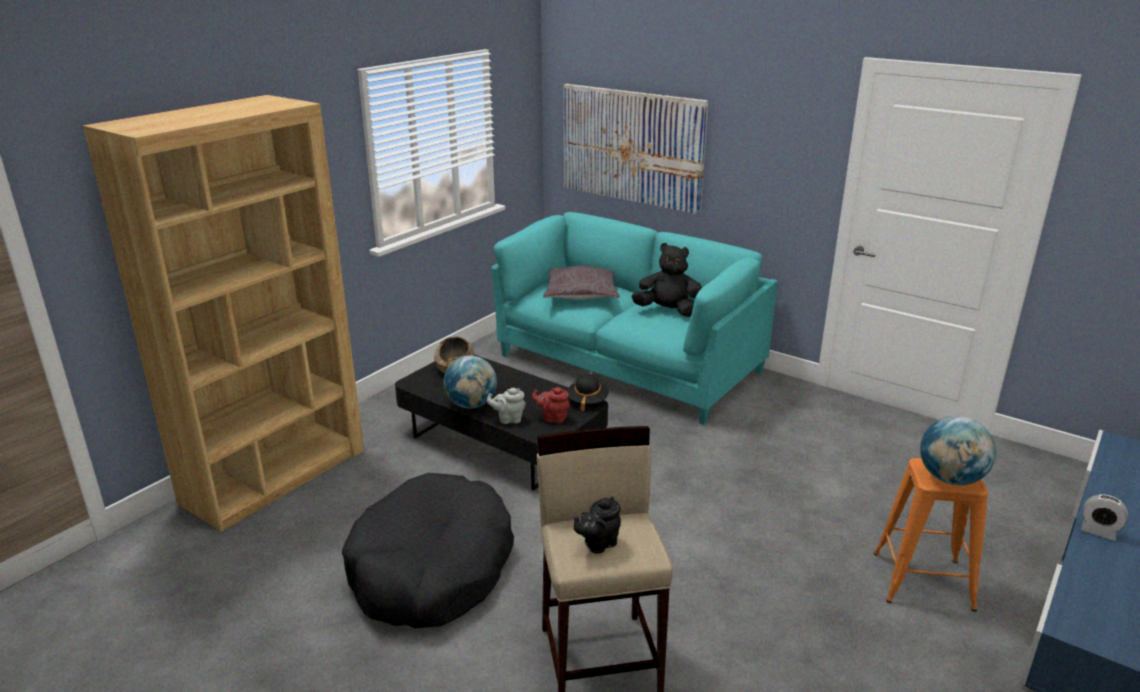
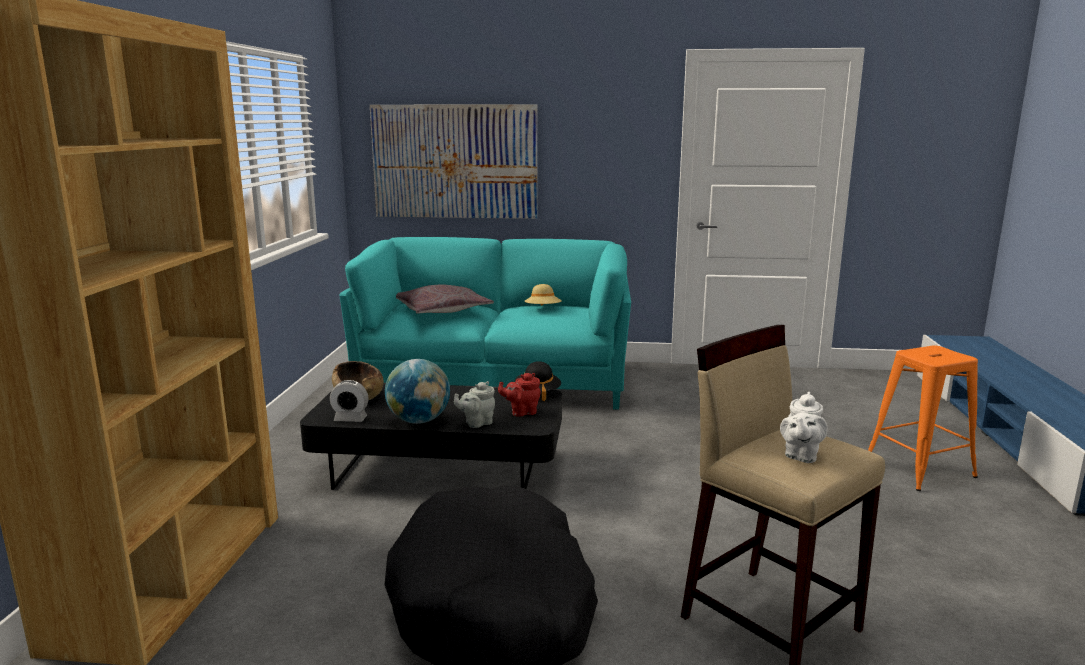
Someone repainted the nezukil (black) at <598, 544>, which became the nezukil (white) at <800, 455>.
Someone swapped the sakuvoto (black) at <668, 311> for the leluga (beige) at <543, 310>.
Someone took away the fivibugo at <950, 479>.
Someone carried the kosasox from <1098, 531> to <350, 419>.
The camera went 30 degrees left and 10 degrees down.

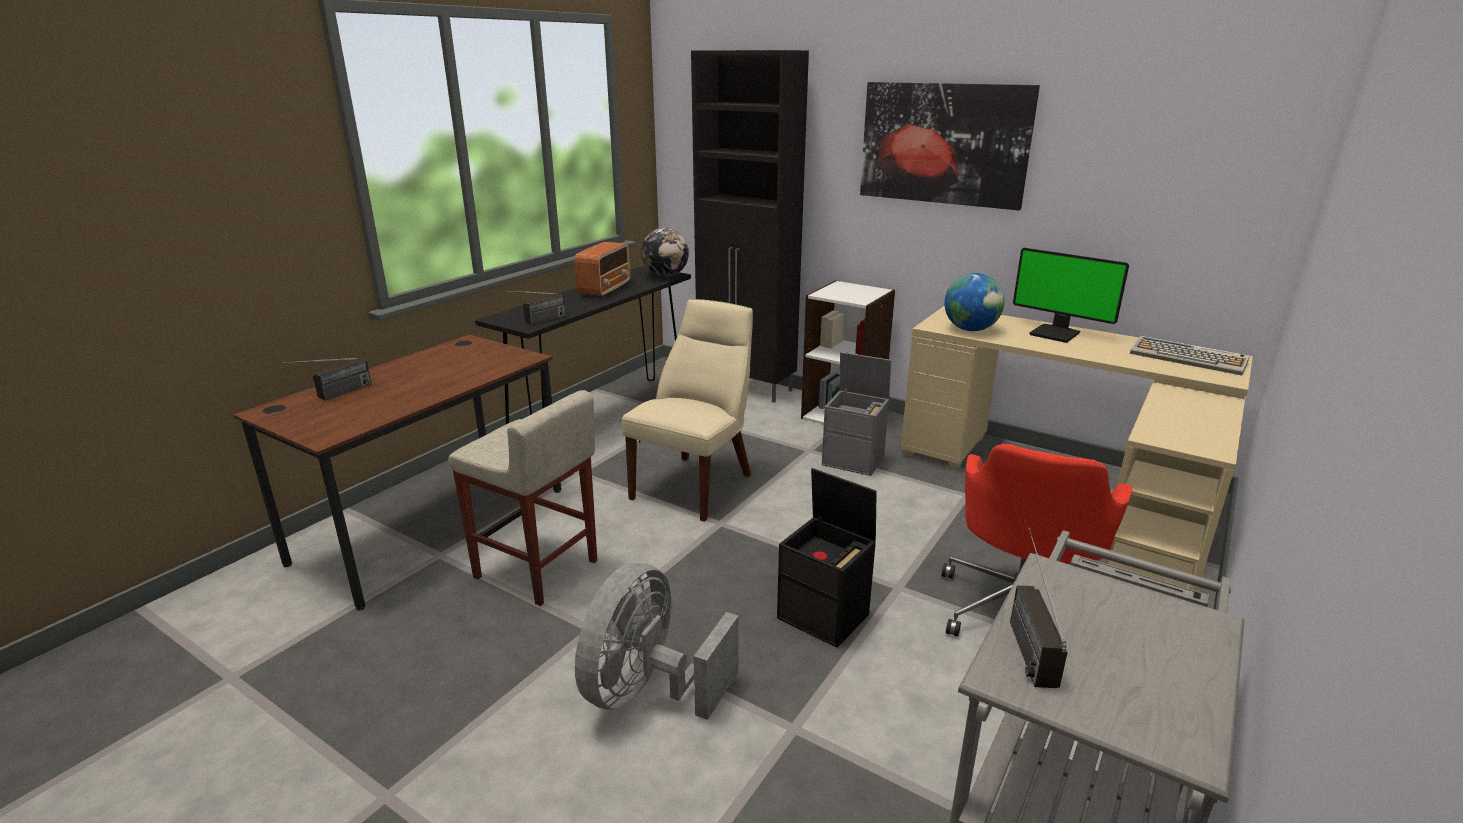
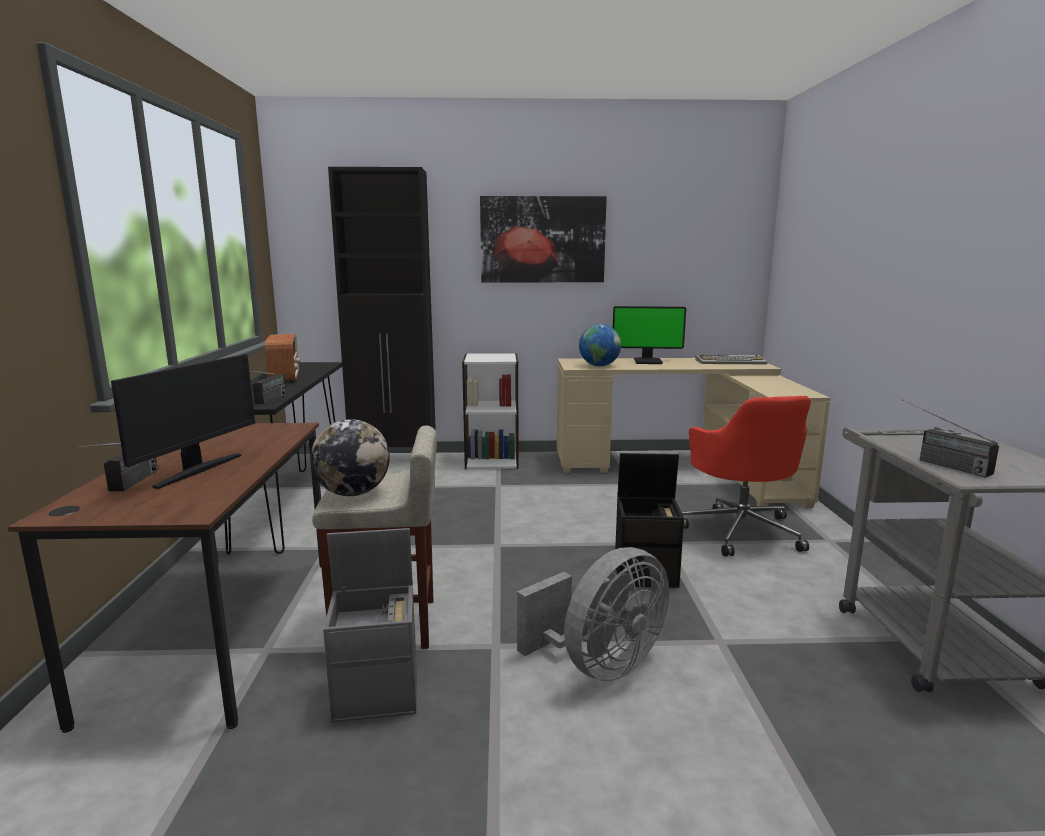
Someone rotated the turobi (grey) at <648, 692> by 120 degrees counterclockwise.
Someone took away the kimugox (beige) at <696, 484>.
Someone carried the fivibugo from <665, 276> to <353, 493>.
Someone carried the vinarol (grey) from <854, 461> to <378, 693>.
Someone put down the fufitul at <197, 470>.
The camera went 35 degrees left and 10 degrees down.

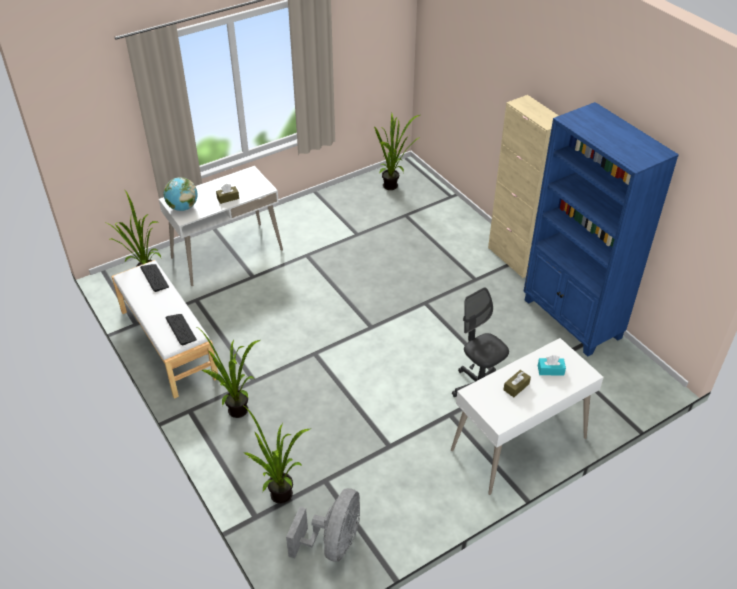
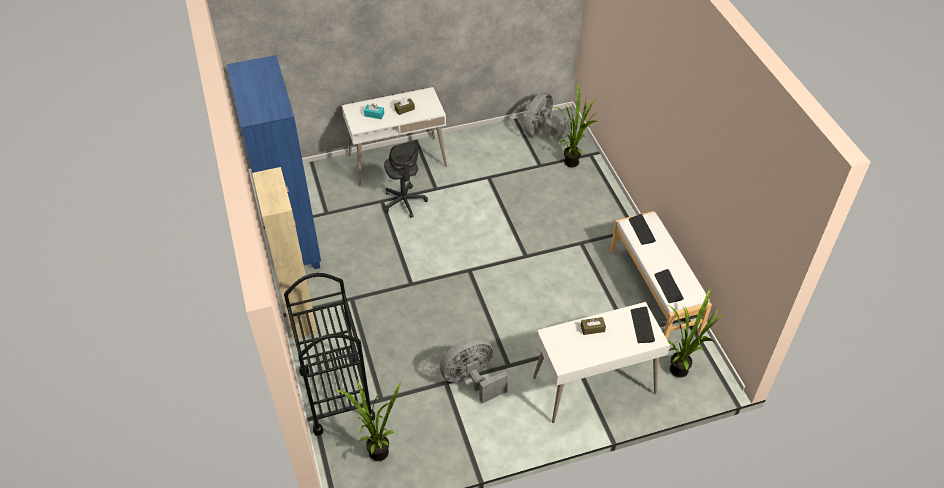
Someone swapped the fivibugo at <182, 207> for the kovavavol at <642, 325>.
Someone took away the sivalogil at <237, 415>.
Someone put down the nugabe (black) at <336, 394>.
Someone put down the turobi (grey) at <472, 380>.
The camera went 165 degrees left and 5 degrees up.

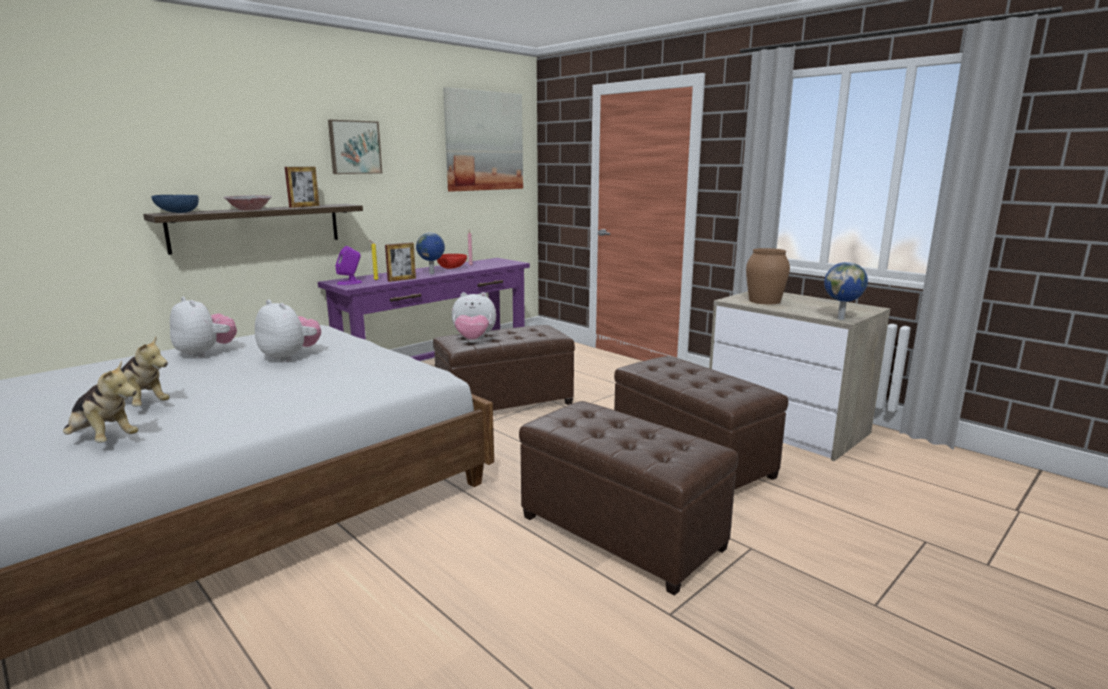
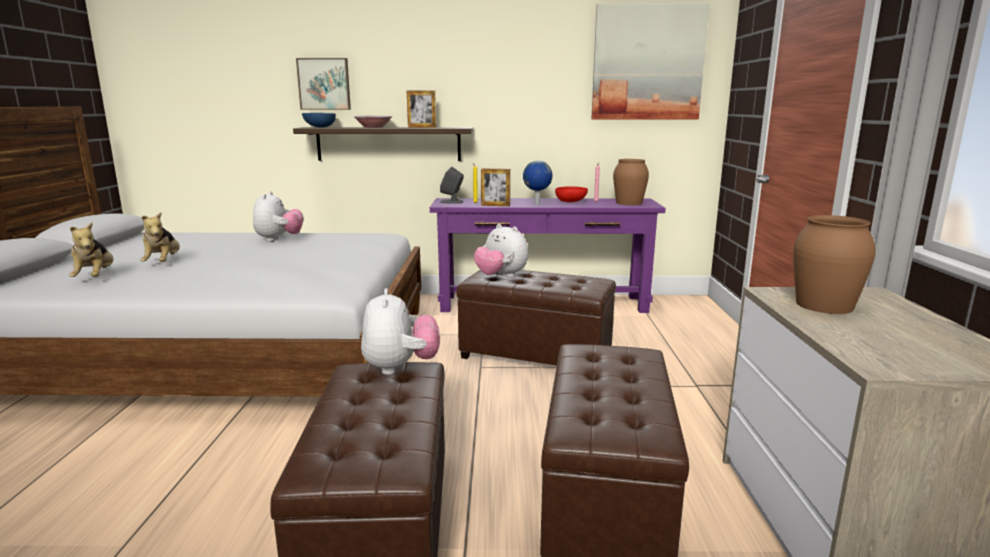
Someone carried the sakuvoto from <290, 357> to <400, 367>.
Someone carried the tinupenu from <354, 147> to <324, 84>.
Someone repainted the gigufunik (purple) at <350, 282>, which became the gigufunik (grey) at <452, 202>.
Someone took away the fivibugo at <841, 319>.
Someone put down the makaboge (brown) at <629, 203>.
The camera went 45 degrees right and 0 degrees up.

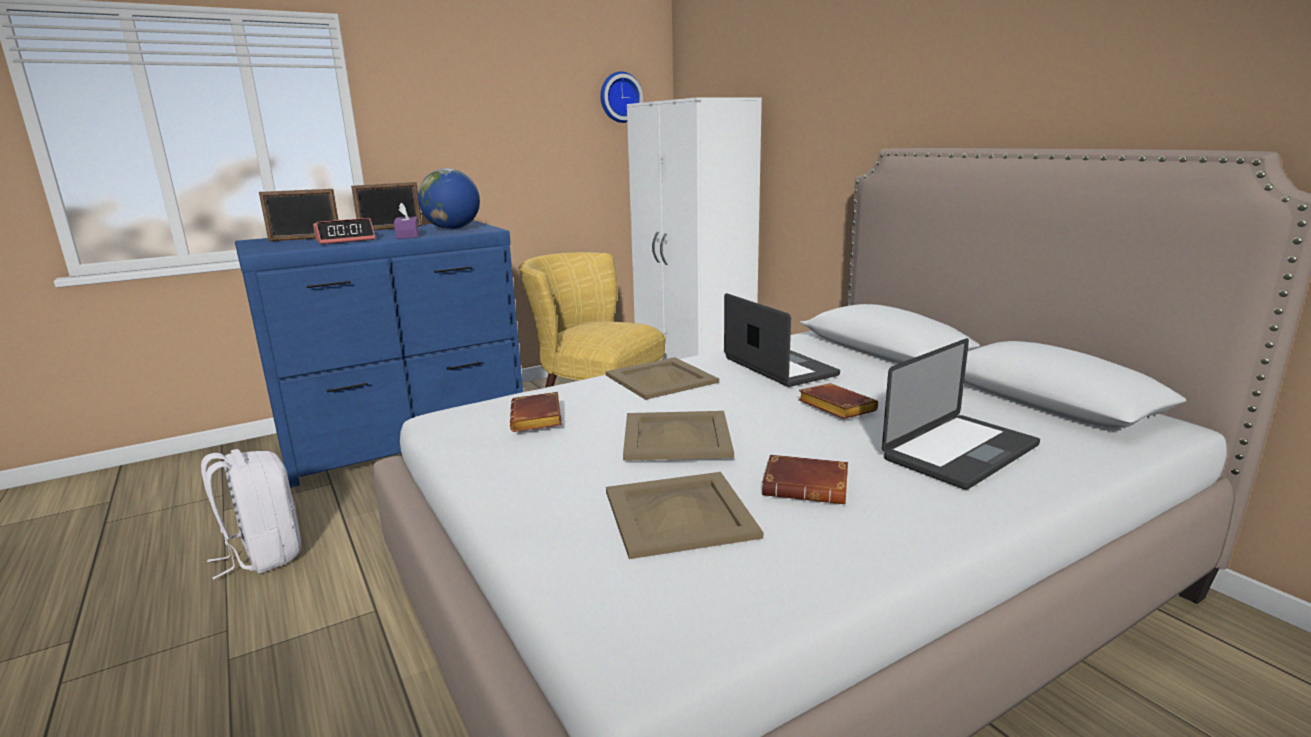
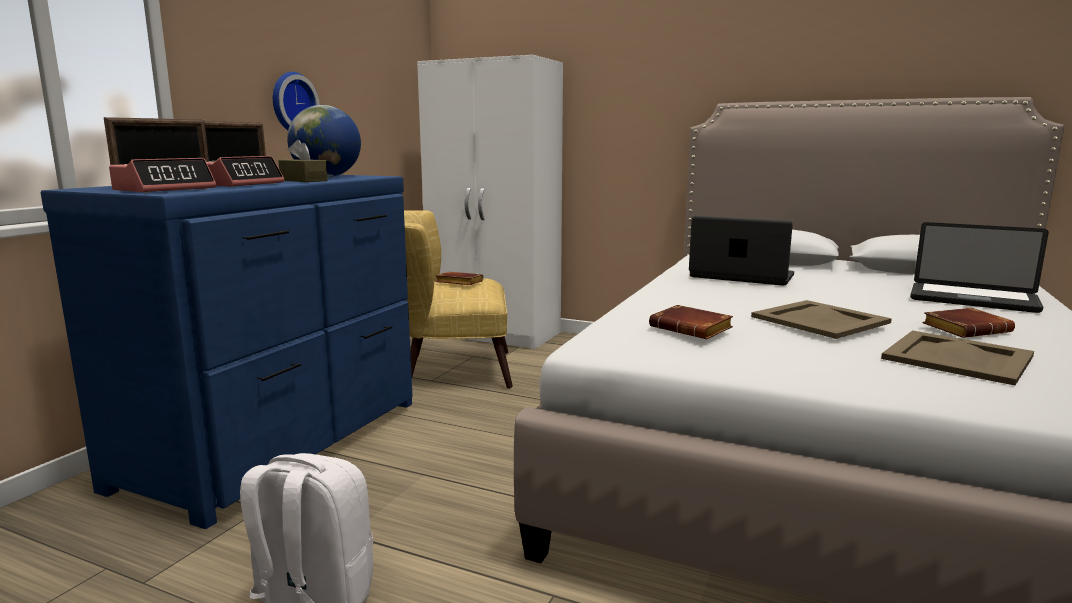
Someone repainted the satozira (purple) at <407, 235>, which became the satozira (brown) at <303, 180>.
Someone carried the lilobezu from <619, 97> to <291, 103>.
Someone took away the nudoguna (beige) at <661, 378>.
Someone carried the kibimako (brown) from <834, 407> to <458, 283>.
Someone rotated the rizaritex at <960, 452> by 105 degrees clockwise.
Someone put down the kosasox at <165, 189>.
The camera went 35 degrees left and 5 degrees down.

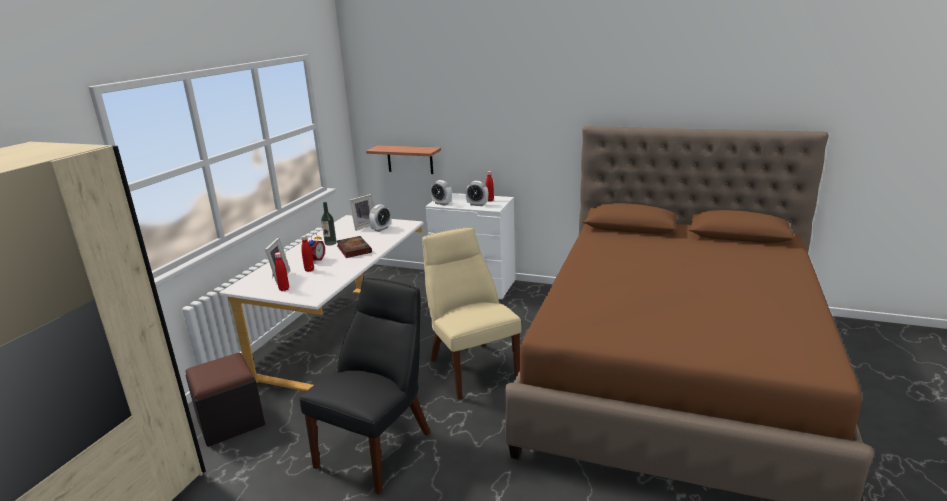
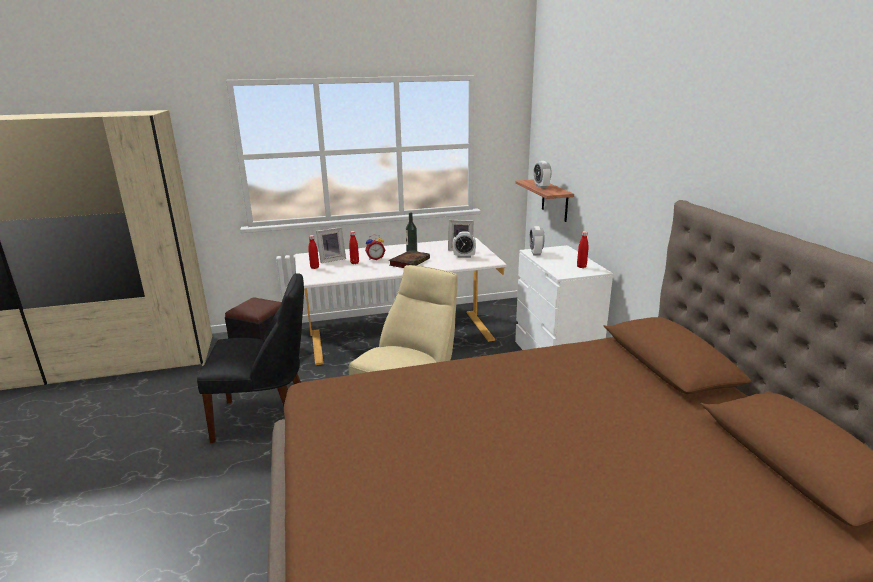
Someone carried the kosasox from <477, 204> to <541, 187>.
The camera went 55 degrees right and 0 degrees up.

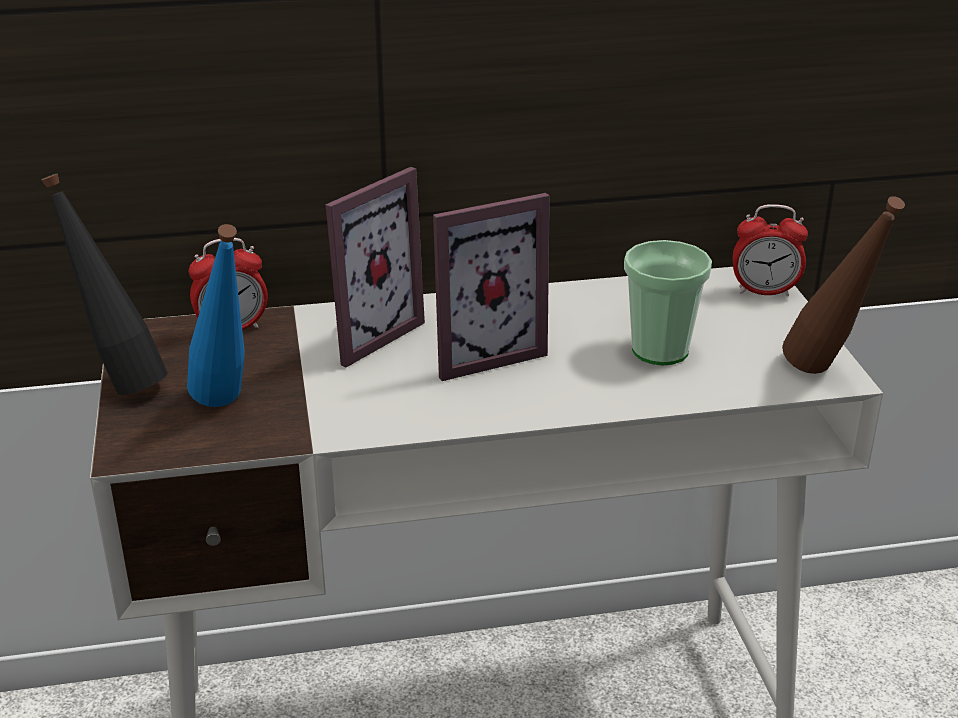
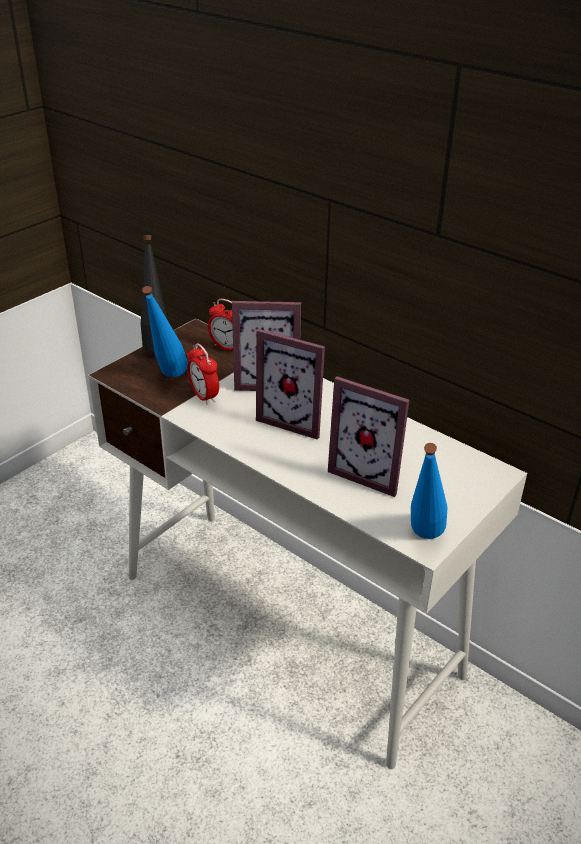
Someone swapped the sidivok at <660, 350> for the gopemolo at <370, 472>.
Someone carried the kosasox from <764, 291> to <204, 396>.
Someone repainted the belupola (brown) at <826, 376>, which became the belupola (blue) at <422, 541>.
The camera went 50 degrees right and 5 degrees up.

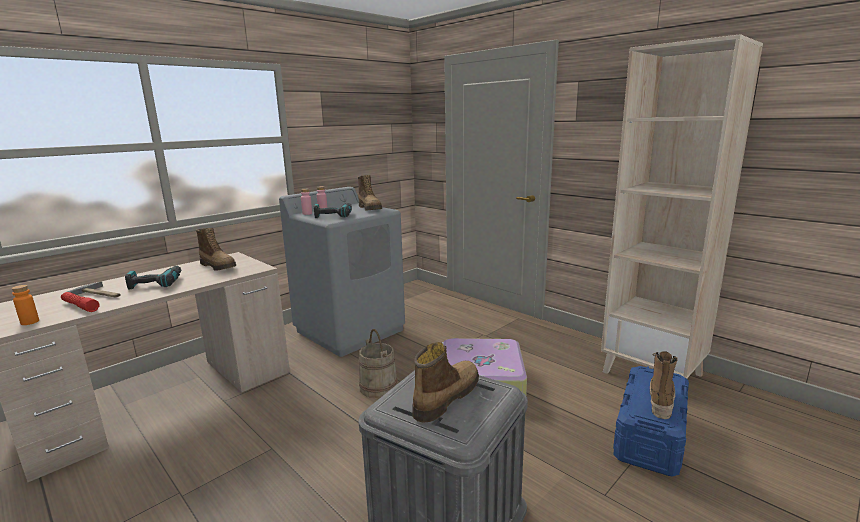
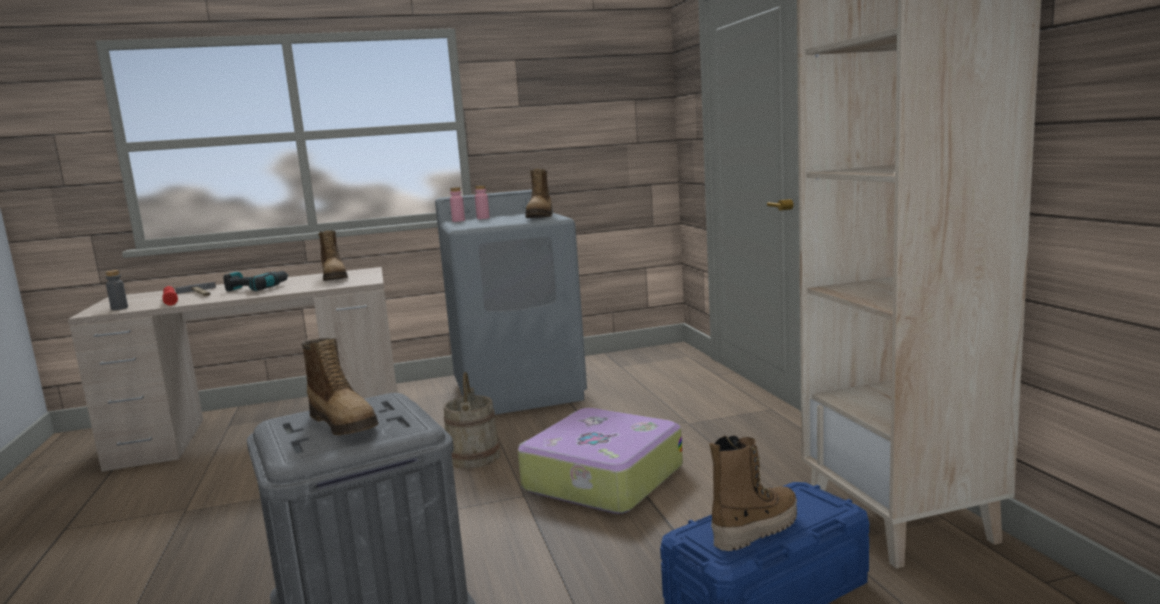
Someone repainted the belupola (orange) at <30, 322>, which became the belupola (grey) at <119, 308>.
Someone took away the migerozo at <334, 215>.
Someone rotated the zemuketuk at <445, 397> by 75 degrees clockwise.
The camera went 30 degrees right and 5 degrees down.

